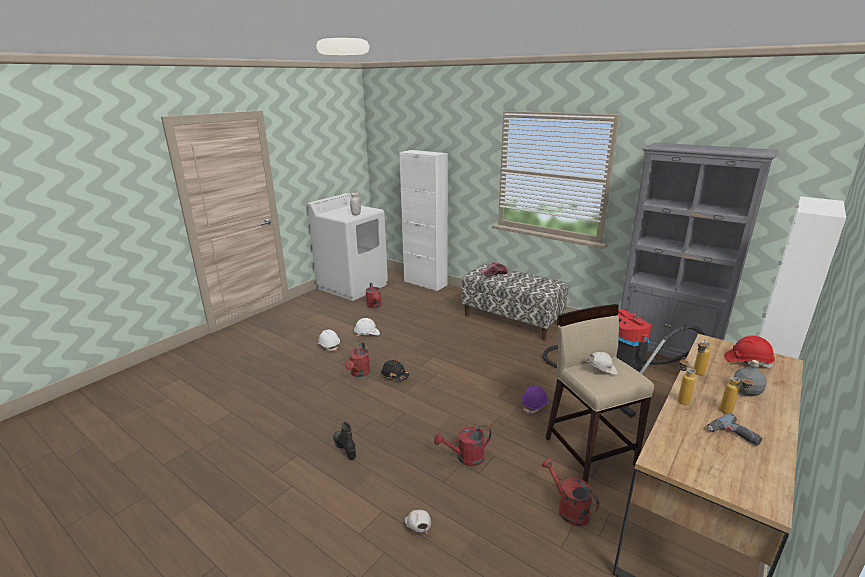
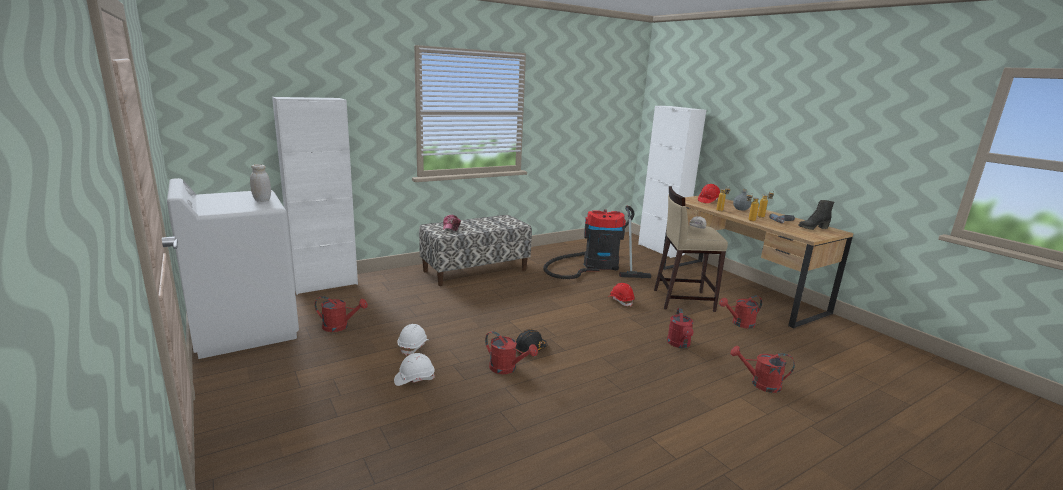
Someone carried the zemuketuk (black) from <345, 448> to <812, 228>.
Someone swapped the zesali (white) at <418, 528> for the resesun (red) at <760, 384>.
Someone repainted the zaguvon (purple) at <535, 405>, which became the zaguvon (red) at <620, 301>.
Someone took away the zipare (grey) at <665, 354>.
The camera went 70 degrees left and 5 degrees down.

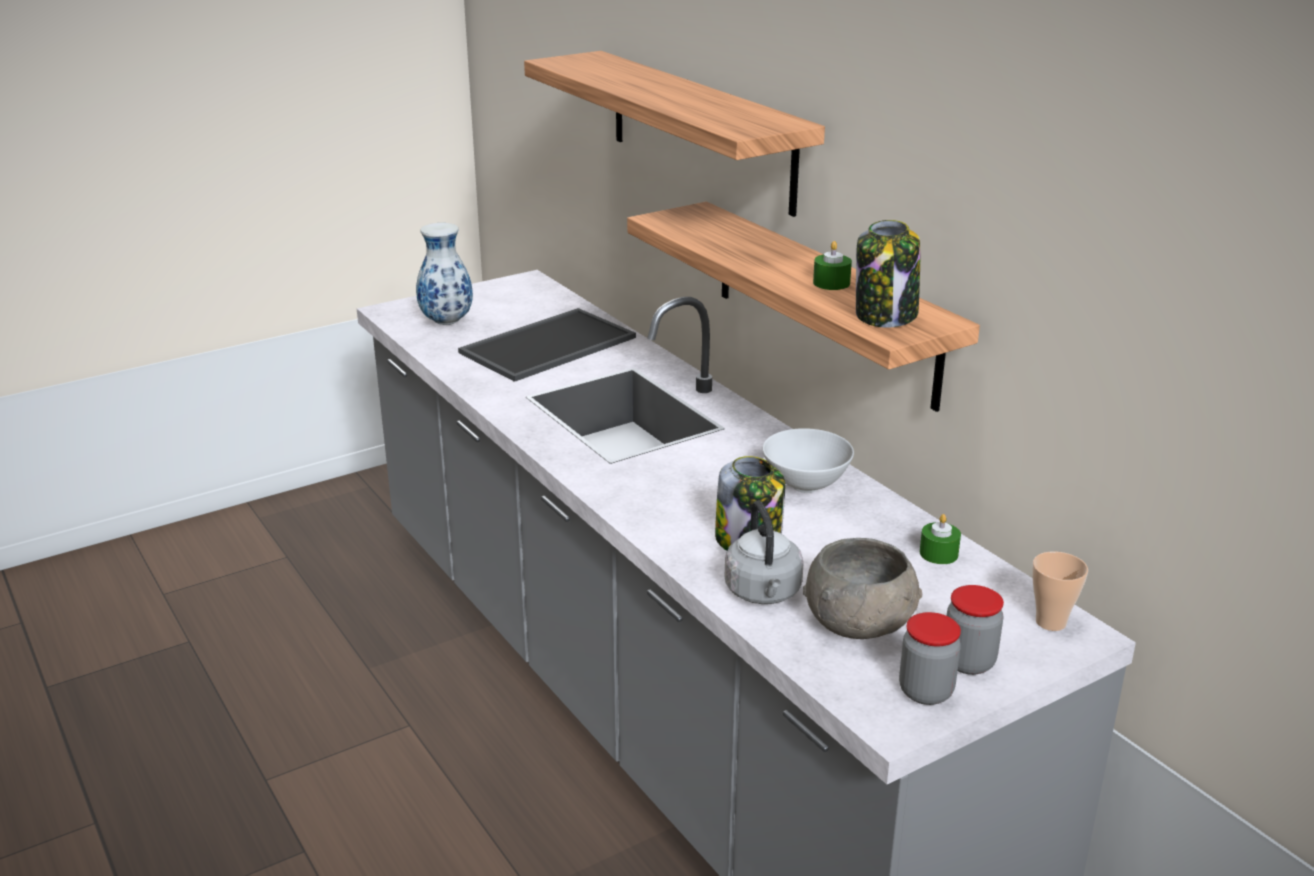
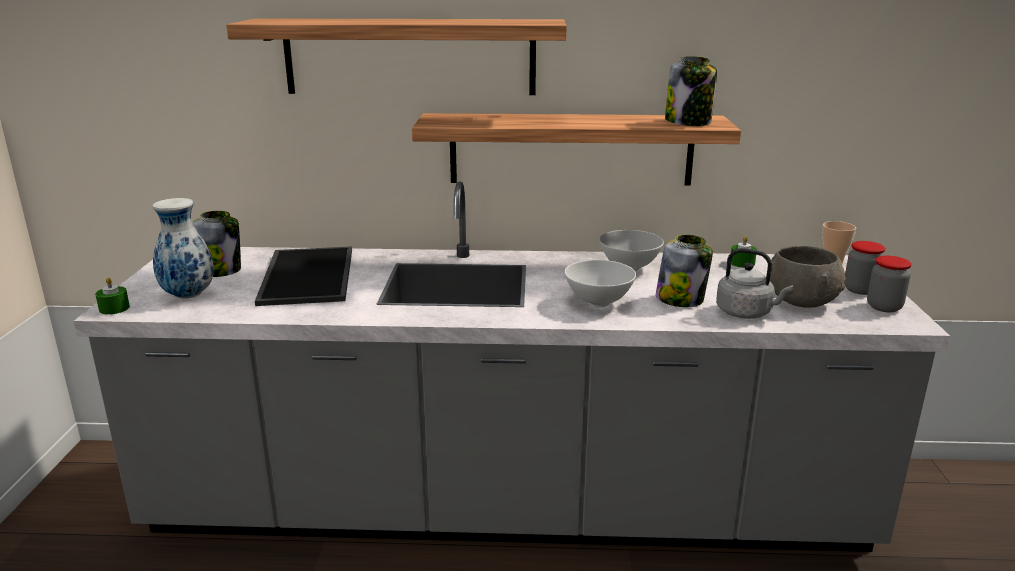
Someone carried the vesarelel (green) from <831, 283> to <114, 308>.
Someone put down the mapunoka at <219, 270>.
Someone put down the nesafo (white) at <597, 302>.
The camera went 55 degrees left and 5 degrees down.

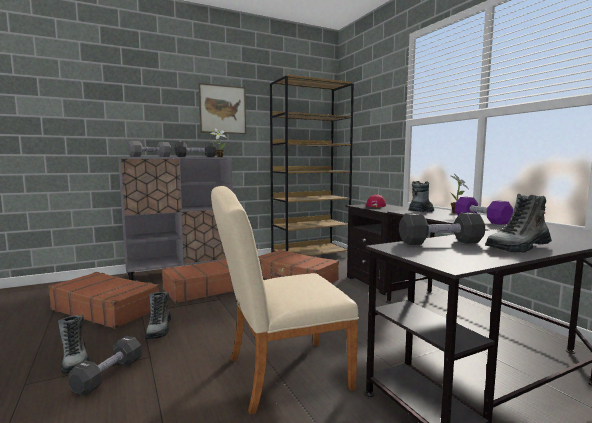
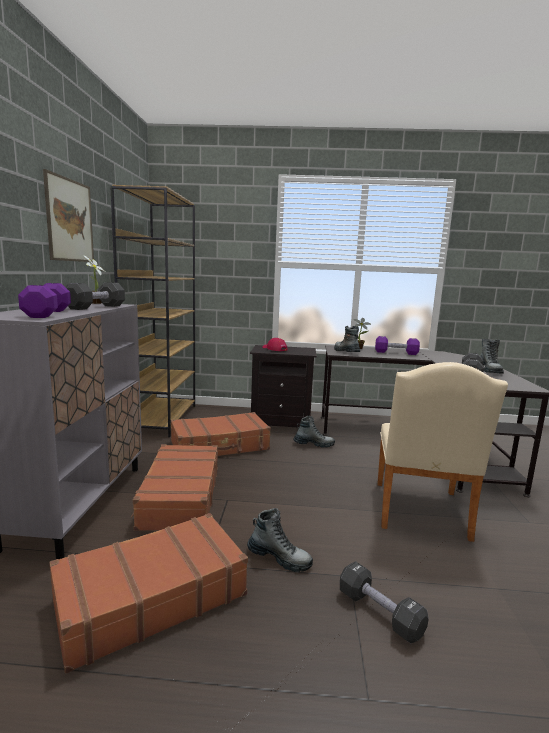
Someone carried the zemuketuk from <75, 360> to <313, 444>.
Someone repainted the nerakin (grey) at <150, 156>, which became the nerakin (purple) at <48, 314>.
The camera went 60 degrees left and 5 degrees up.

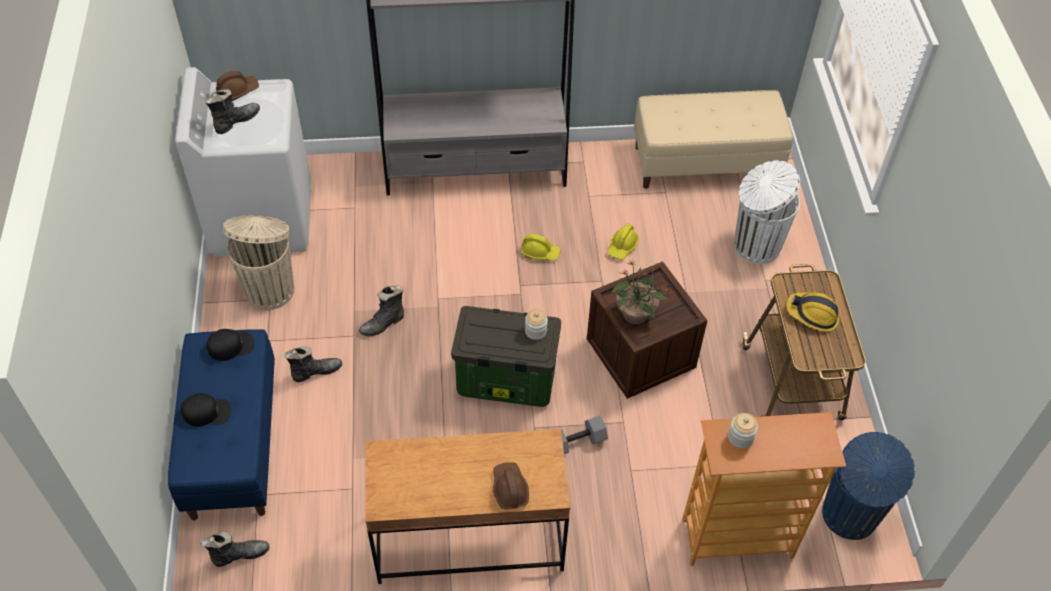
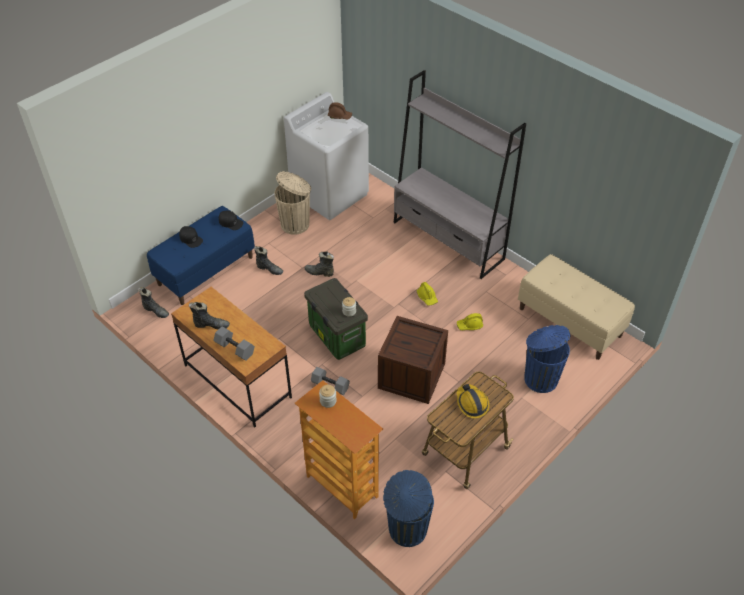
Someone carried the zemuketuk (black) from <236, 121> to <211, 325>.
Someone swapped the zaguvon (brown) at <509, 488> for the nerakin (grey) at <234, 349>.
Someone took away the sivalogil at <635, 314>.
Someone repainted the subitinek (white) at <755, 245>, which became the subitinek (blue) at <540, 378>.
The camera went 50 degrees right and 5 degrees down.

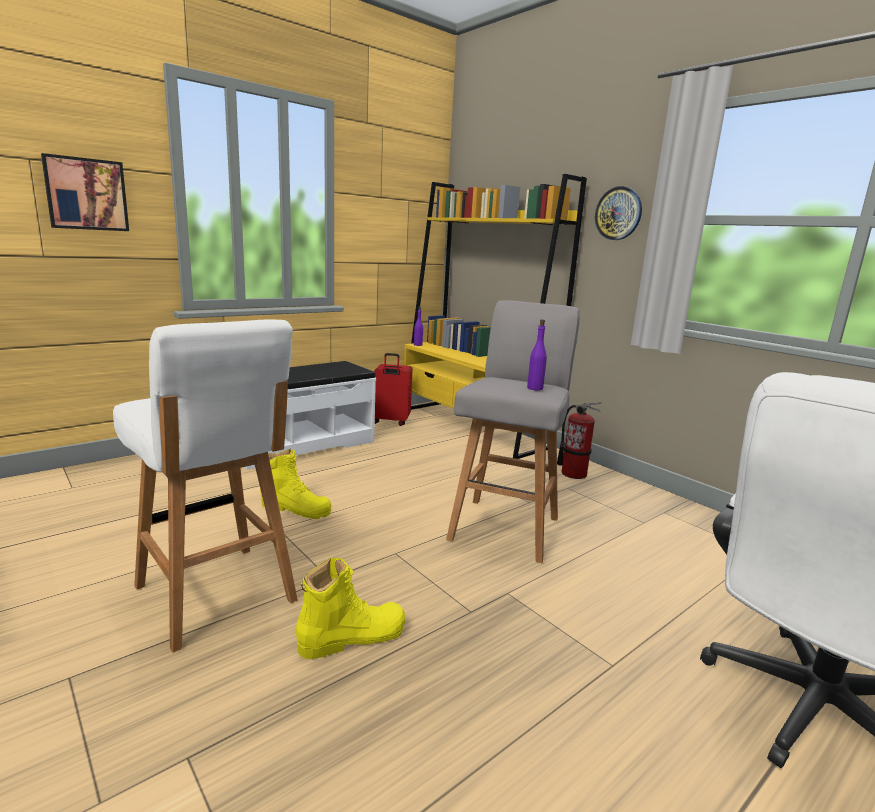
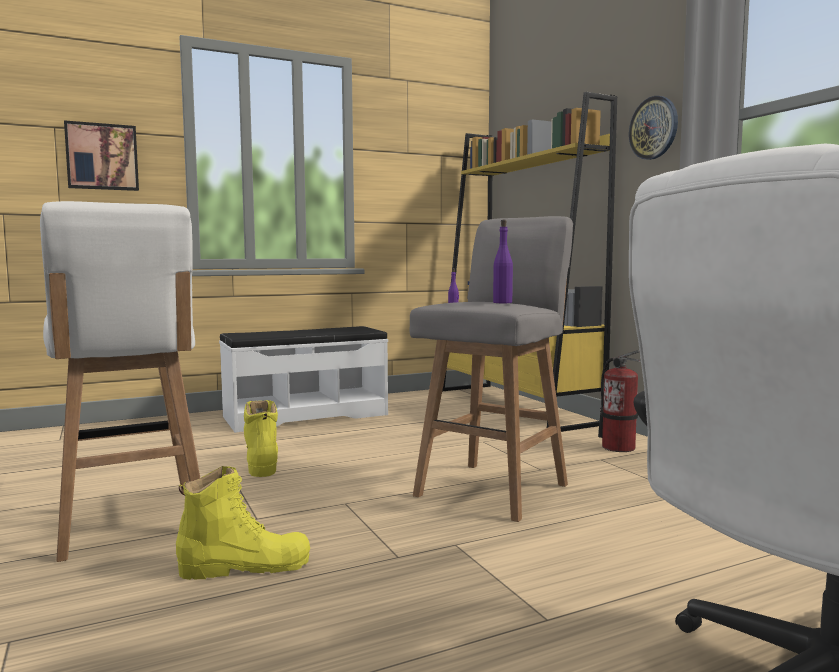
Someone rotated the zemuketuk (yellow) at <296, 508> by 135 degrees counterclockwise.
Someone took away the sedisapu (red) at <391, 422>.
The camera went 15 degrees right and 10 degrees down.

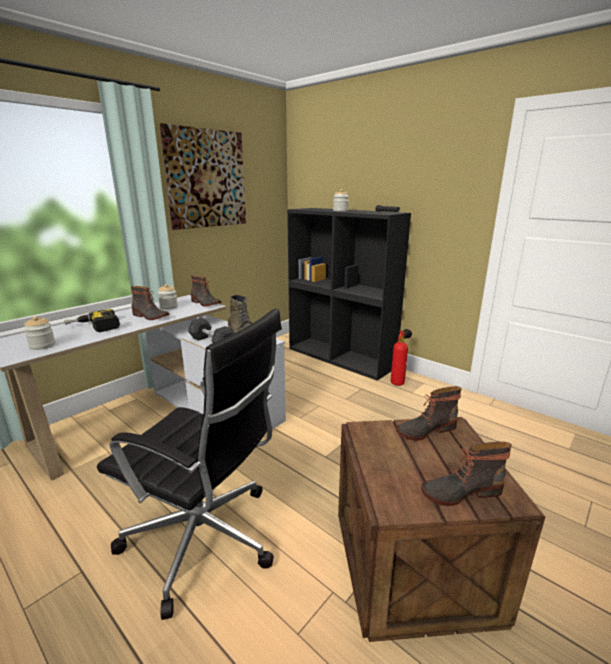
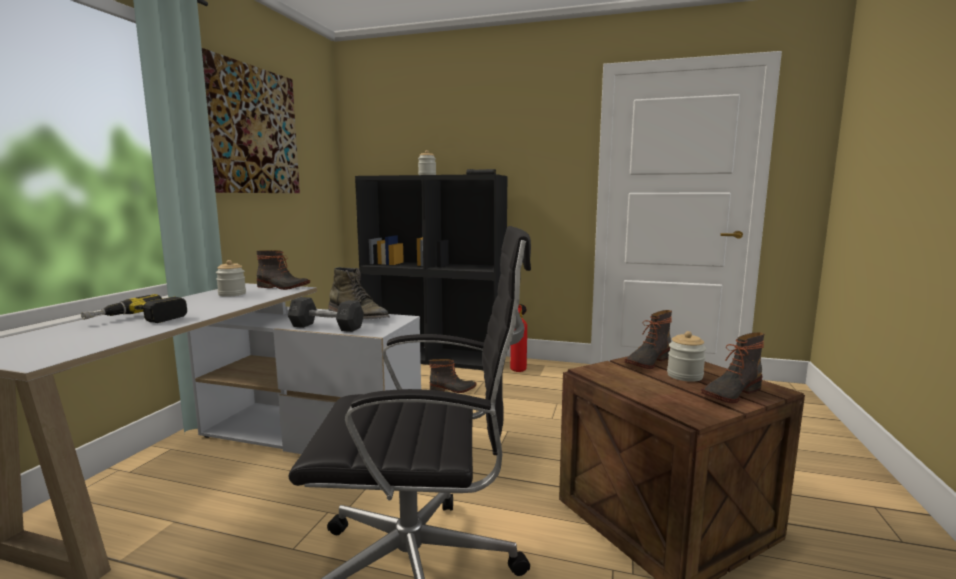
Someone carried the mapunoka from <42, 346> to <684, 376>.
Someone carried the zemuketuk from <150, 316> to <452, 389>.
The camera went 25 degrees left and 10 degrees down.

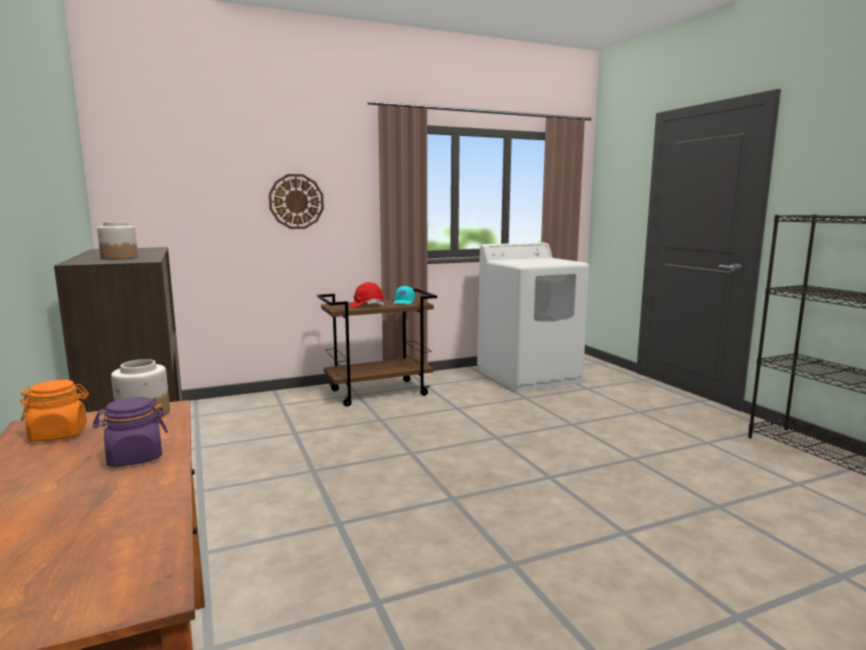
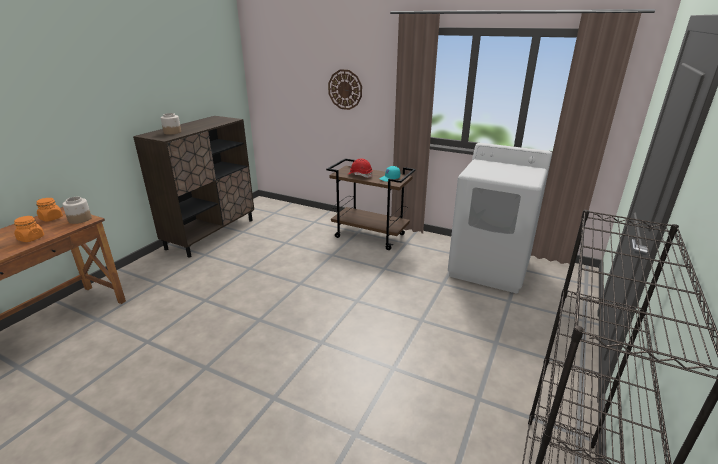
Someone repainted the mapunoka (purple) at <134, 457>, which became the mapunoka (orange) at <31, 238>.
The camera went 50 degrees right and 15 degrees up.

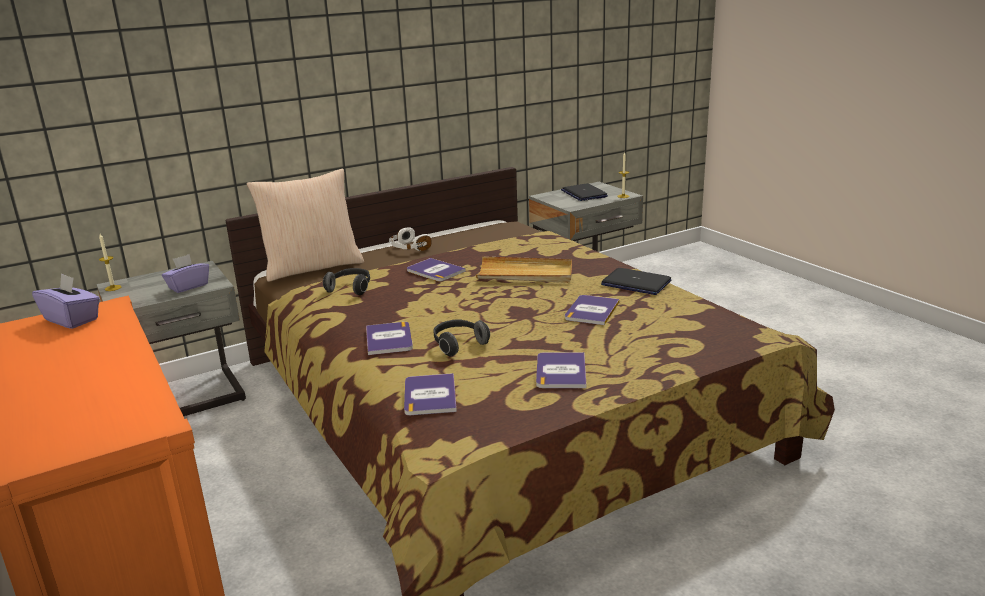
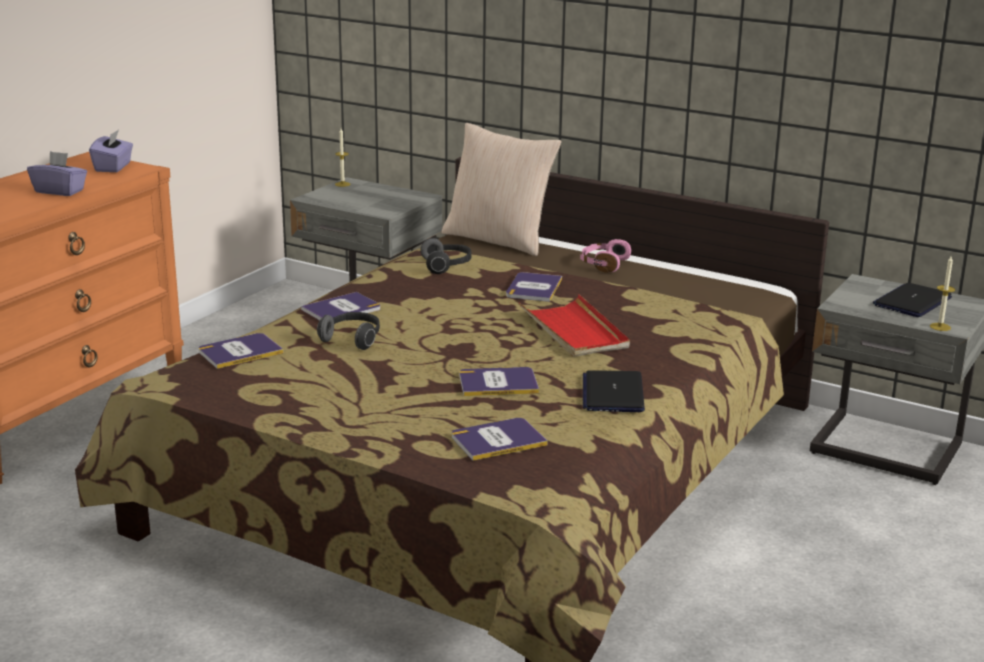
Someone carried the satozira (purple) from <188, 286> to <60, 191>.
Someone repainted the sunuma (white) at <408, 248>, which became the sunuma (pink) at <603, 264>.
Someone repainted the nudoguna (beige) at <525, 274>, which became the nudoguna (red) at <574, 331>.
Someone carried the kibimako from <561, 371> to <498, 440>.
The camera went 60 degrees right and 0 degrees up.

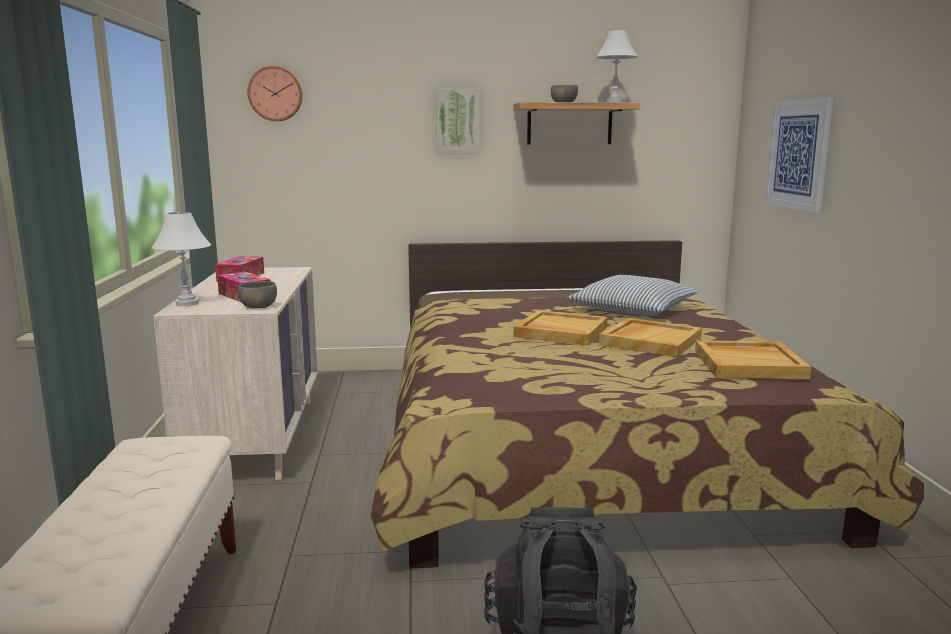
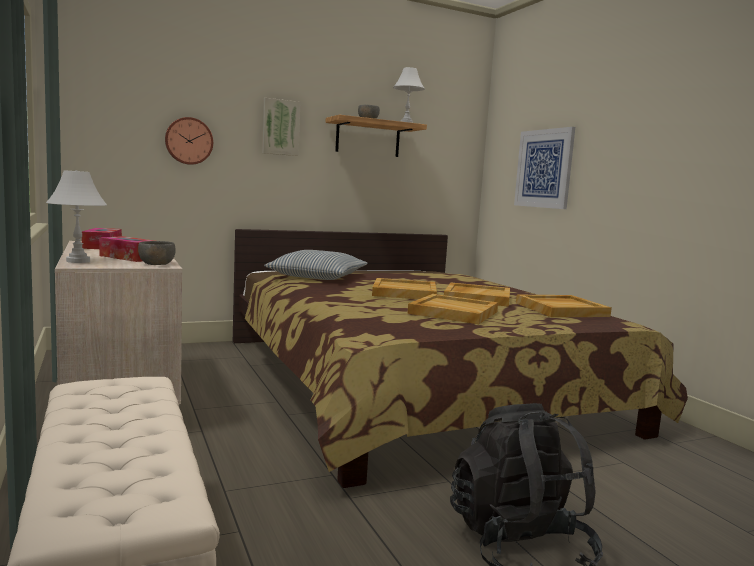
Someone carried the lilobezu from <275, 94> to <189, 141>.
Someone carried the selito from <633, 309> to <317, 276>.
Someone put down the nudoguna (beige) at <452, 312>.
The camera went 20 degrees left and 5 degrees down.

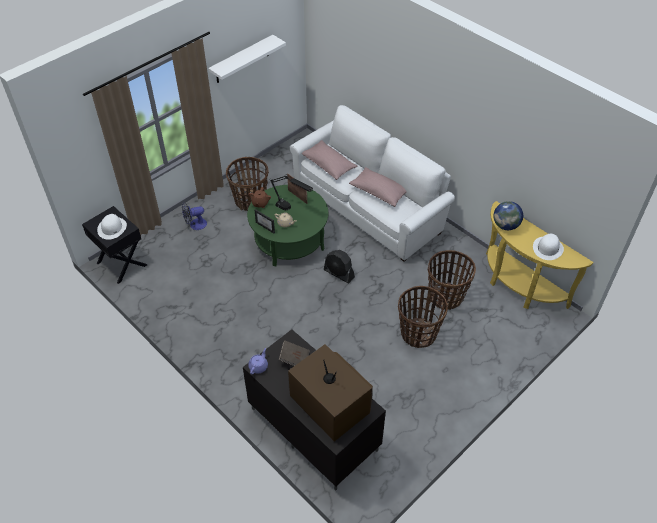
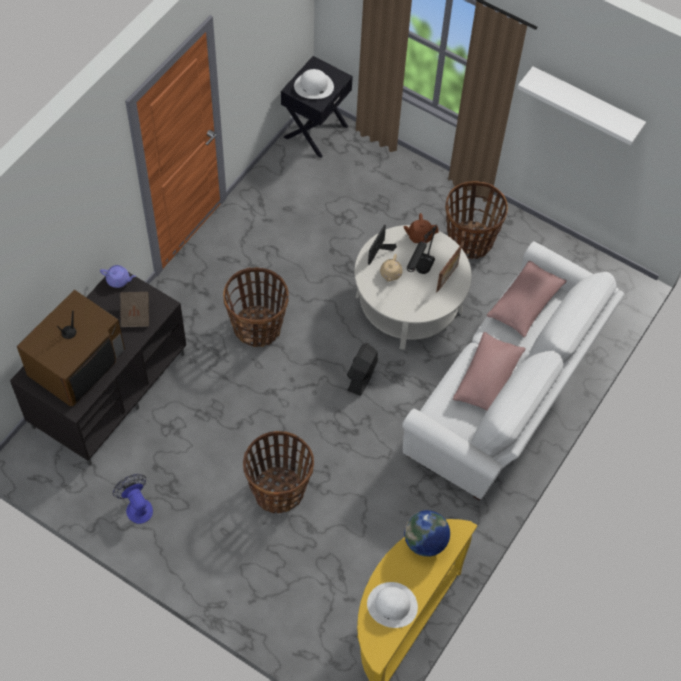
Someone carried the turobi from <195, 225> to <137, 506>.
Someone repainted the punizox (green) at <289, 239>, which became the punizox (white) at <408, 304>.
Someone carried the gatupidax from <446, 296> to <257, 327>.
The camera went 75 degrees right and 10 degrees up.

